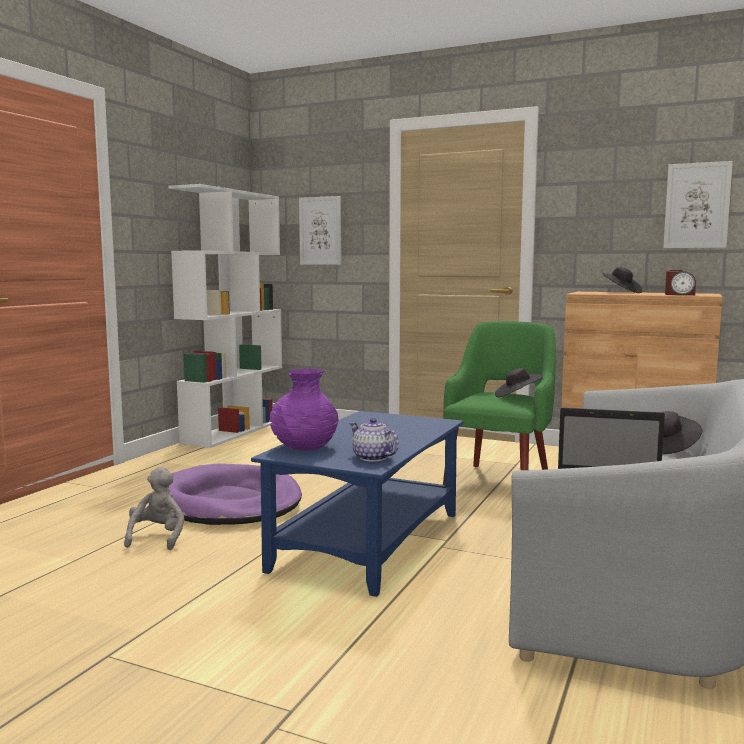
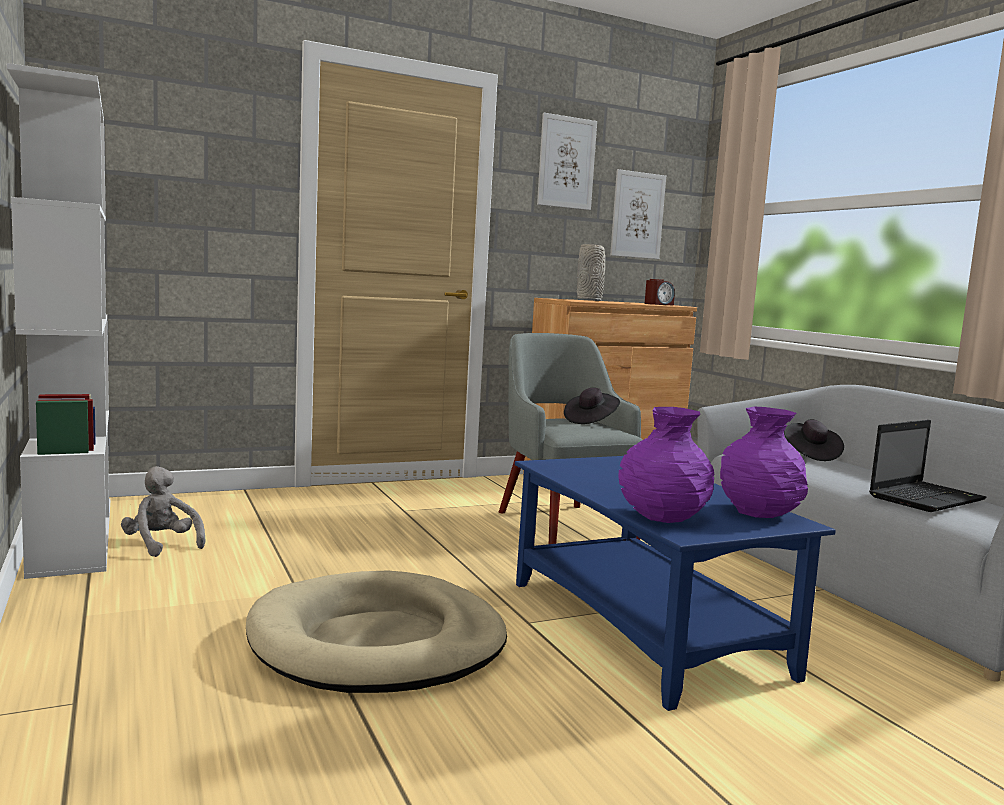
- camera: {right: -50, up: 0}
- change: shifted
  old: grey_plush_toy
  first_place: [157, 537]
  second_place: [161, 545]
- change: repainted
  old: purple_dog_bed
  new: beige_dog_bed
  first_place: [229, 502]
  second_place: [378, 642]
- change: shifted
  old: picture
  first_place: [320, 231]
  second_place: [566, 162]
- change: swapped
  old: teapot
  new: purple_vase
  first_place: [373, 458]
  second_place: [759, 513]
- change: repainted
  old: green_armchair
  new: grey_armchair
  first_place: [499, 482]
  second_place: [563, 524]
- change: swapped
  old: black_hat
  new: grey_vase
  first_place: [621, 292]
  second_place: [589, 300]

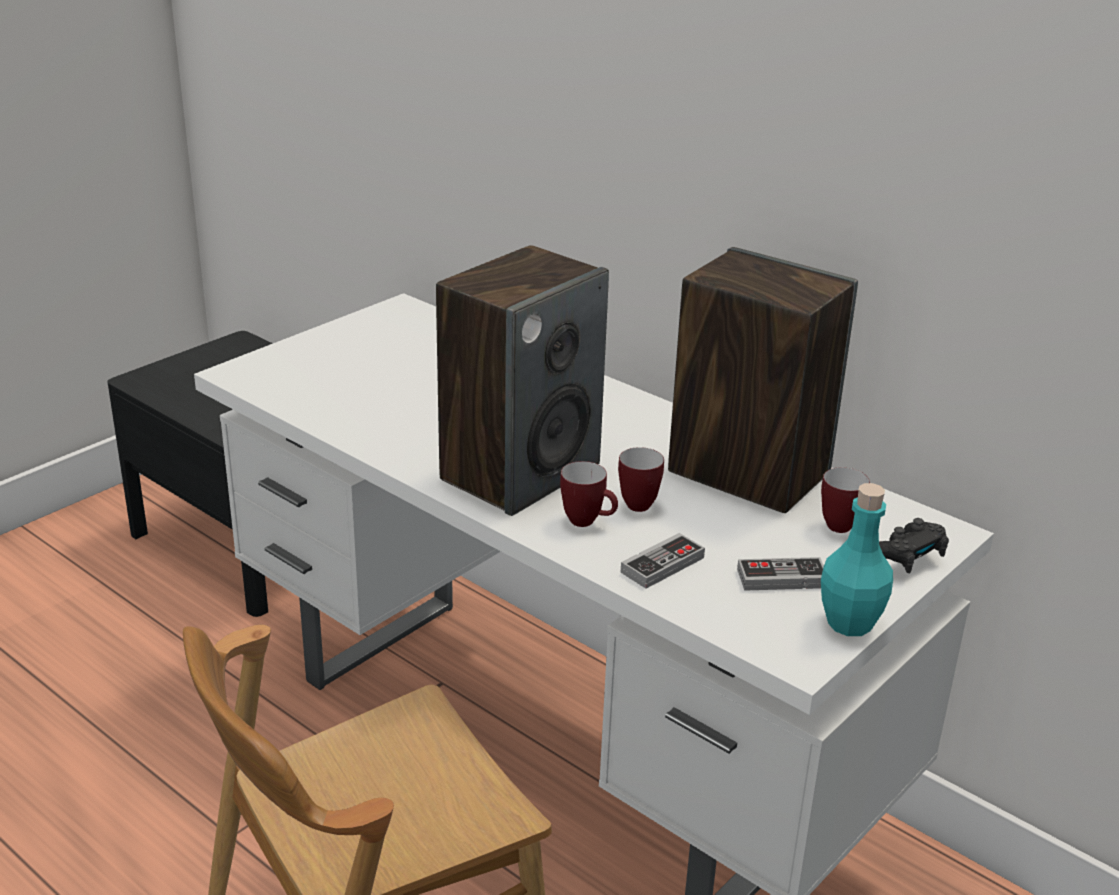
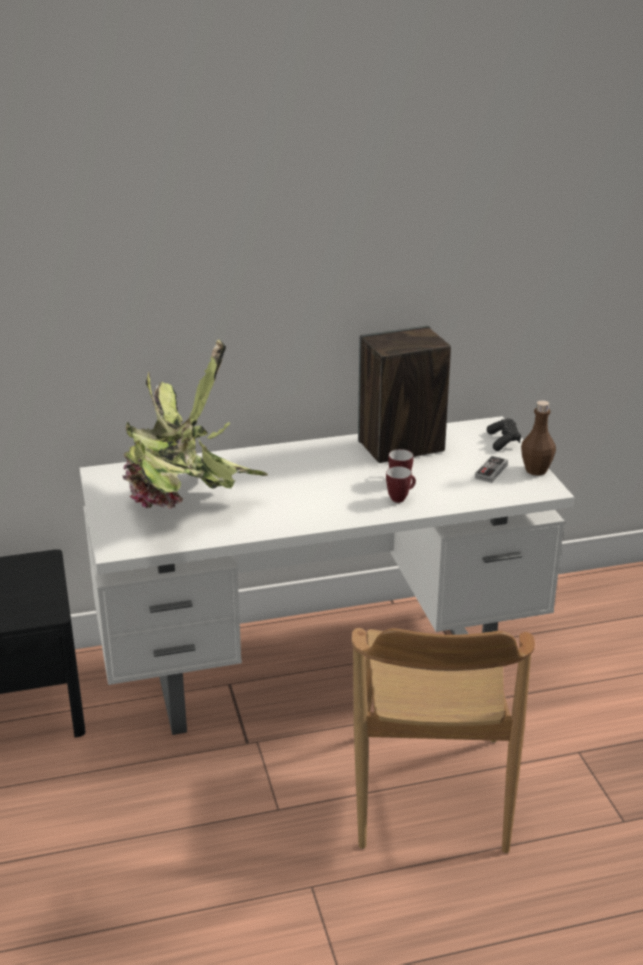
- camera: {right: -55, up: 0}
- change: gone
  old: speaker
  first_place: [520, 472]
- change: gone
  old: game_controller
  first_place: [662, 565]
- change: gone
  old: mug
  first_place: [842, 524]
- change: repainted
  old: turquoise_bottle
  new: brown_bottle
  first_place: [849, 623]
  second_place: [536, 470]
- change: new
  new: potted_plant
  second_place: [185, 507]

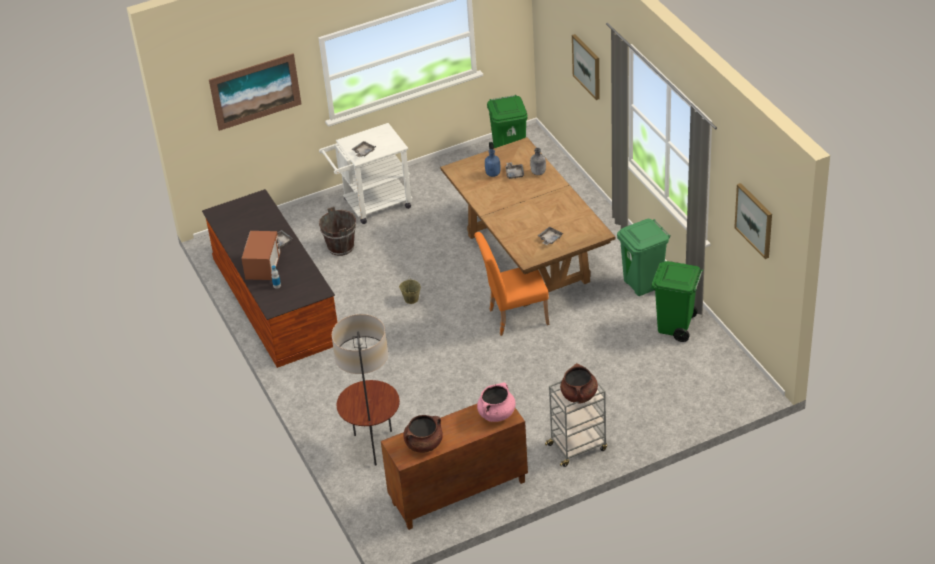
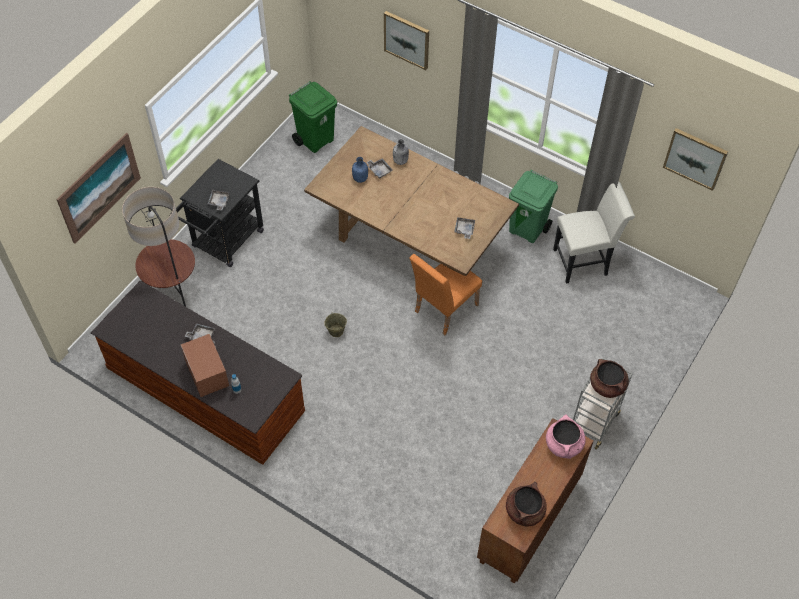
- camera: {right: -35, up: 15}
- change: repainted
  old: white_cart
  new: black_cart
  first_place: [372, 205]
  second_place: [224, 243]
- change: gone
  old: brown_bucket
  first_place: [341, 247]
- change: shifted
  old: floor_lamp
  first_place: [374, 446]
  second_place: [174, 296]
- change: swapped
  old: green_trash_can
  new: white_chair
  first_place: [675, 327]
  second_place: [584, 261]

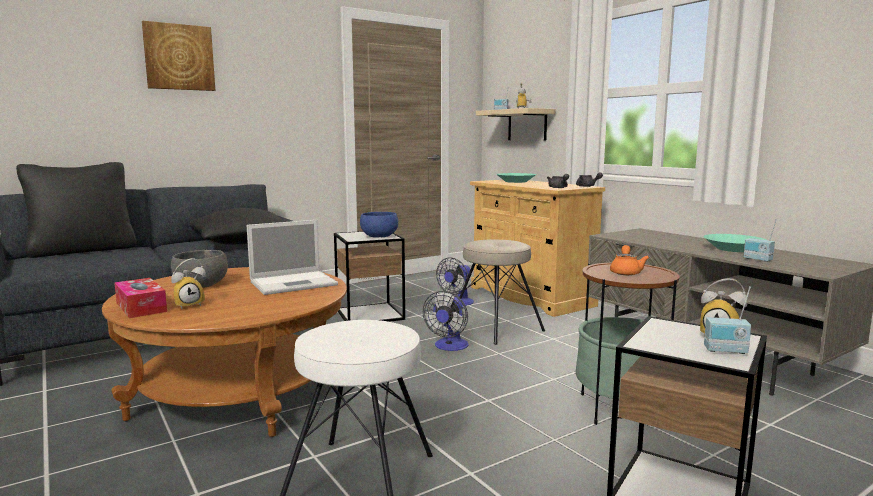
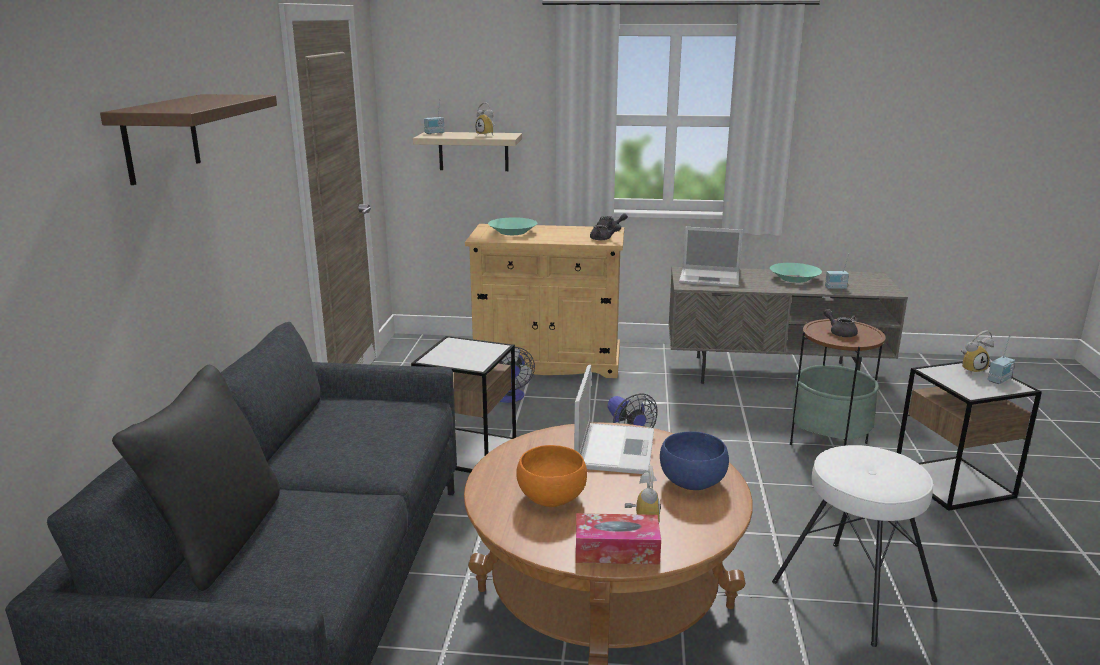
- camera: {right: -50, up: 10}
- change: swapped
  old: picture
  new: brown_shelf
  first_place: [179, 57]
  second_place: [161, 138]
- change: repainted
  old: grey_bowl
  new: orange_bowl
  first_place: [202, 285]
  second_place: [551, 497]
- change: gone
  old: black_pillow
  first_place: [242, 242]
- change: shifted
  old: blue_bowl
  first_place: [379, 236]
  second_place: [693, 481]
- change: gone
  old: beige_stool
  first_place: [495, 328]
- change: repainted
  old: orange_teapot
  new: grey_teapot
  first_place: [626, 272]
  second_place: [840, 332]
- change: new
  new: laptop
  second_place: [711, 278]

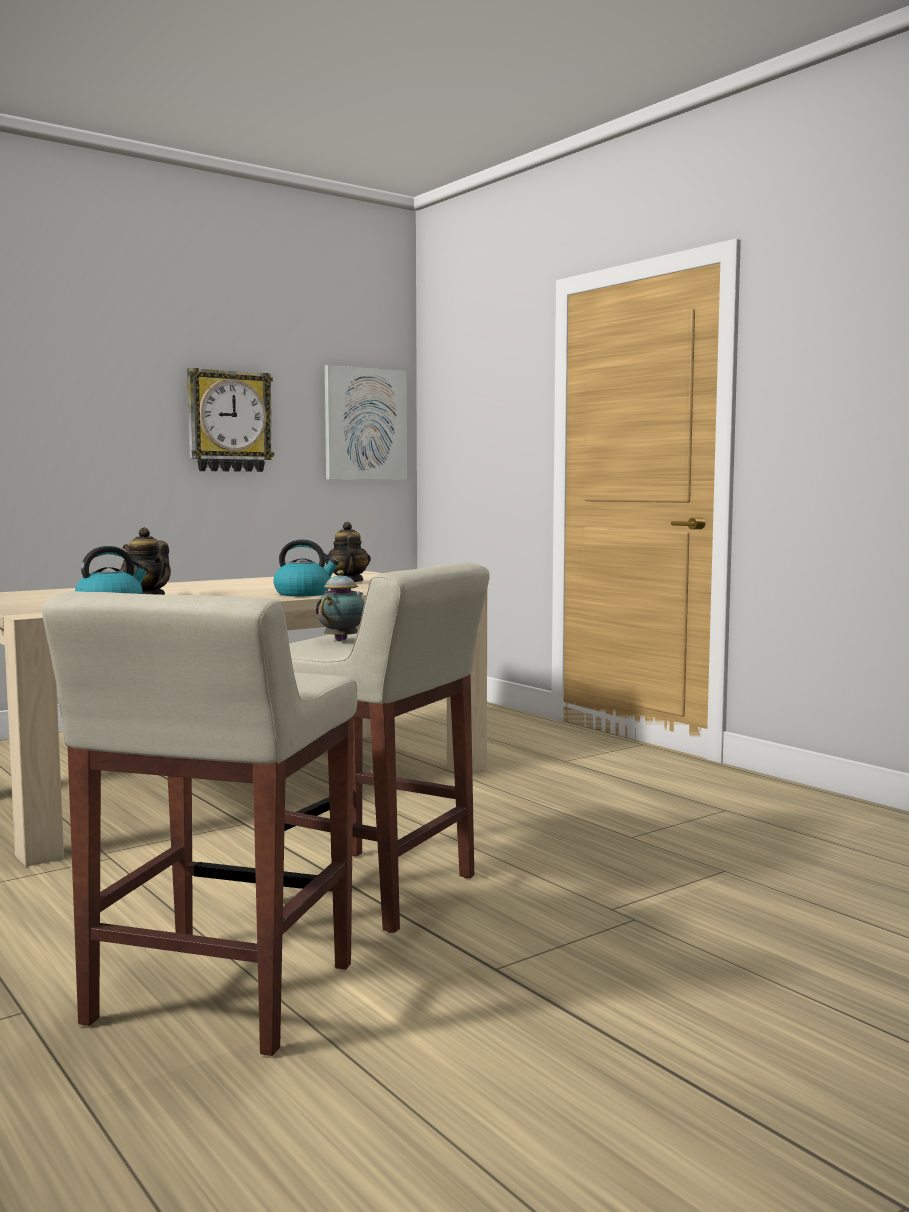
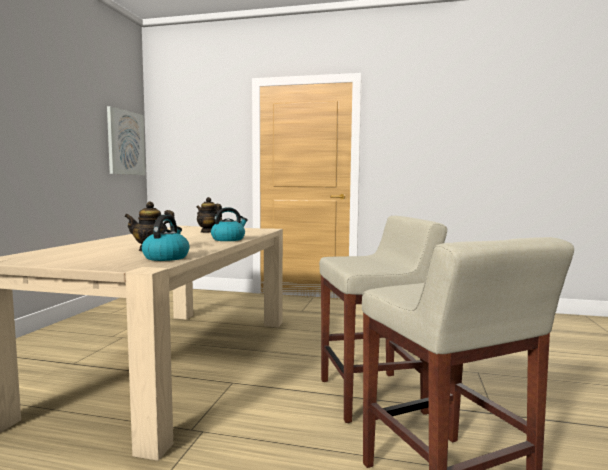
- camera: {right: -40, up: 0}
- change: gone
  old: wall_clock
  first_place: [229, 421]
- change: gone
  old: teapot
  first_place: [343, 640]

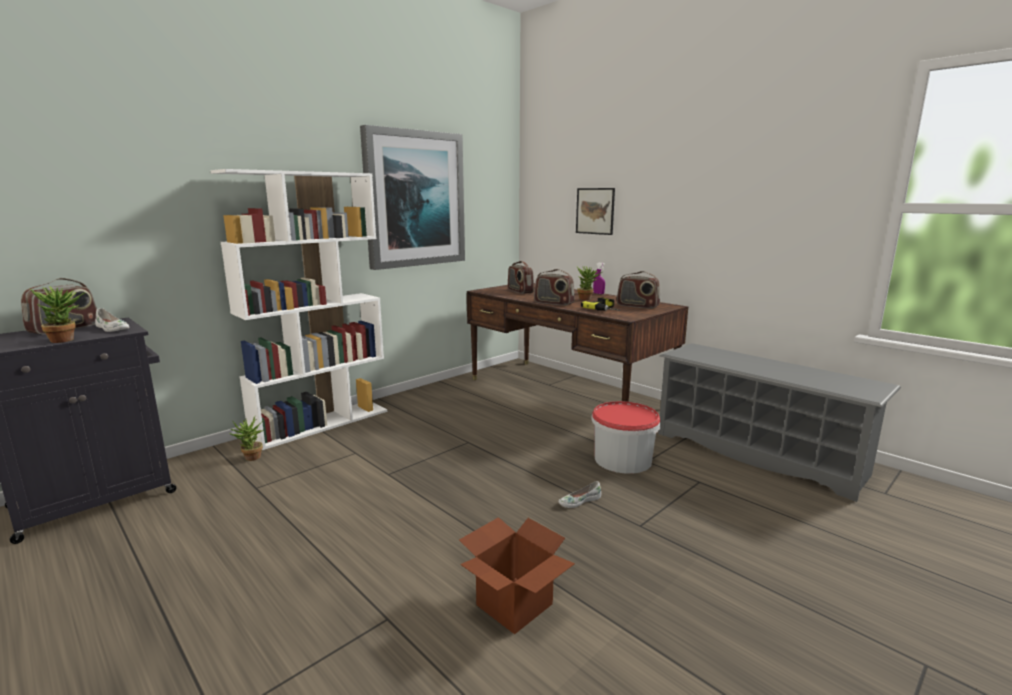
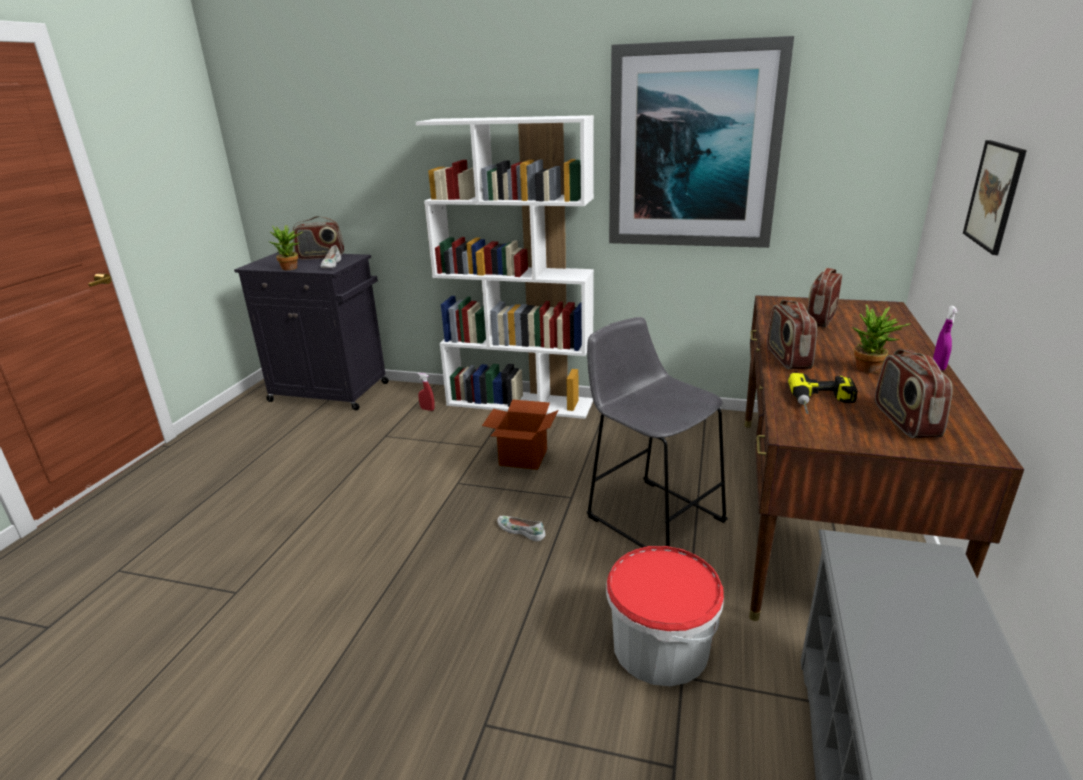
- camera: {right: 60, up: 10}
- change: swapped
  old: potted_plant
  new: red_spray_bottle
  first_place: [251, 459]
  second_place: [427, 409]
- change: shifted
  old: cardboard_box
  first_place: [514, 604]
  second_place: [523, 457]
- change: shifted
  old: white_shoe
  first_place: [579, 501]
  second_place: [521, 531]
- change: new
  new: grey_stool
  second_place: [650, 515]

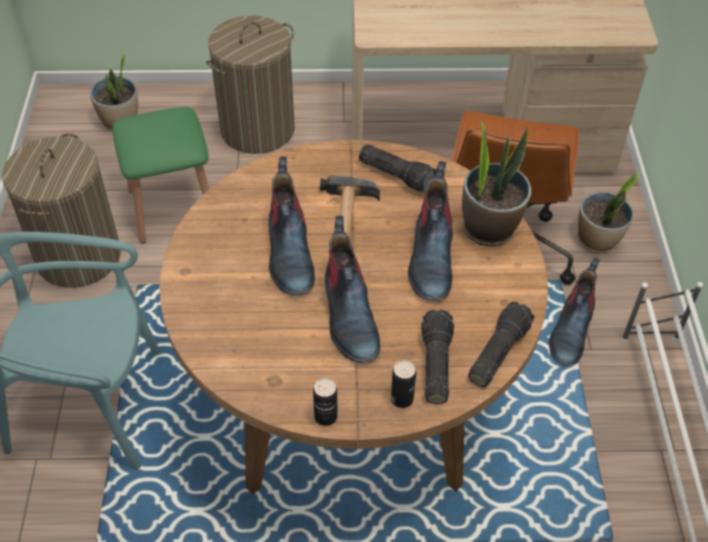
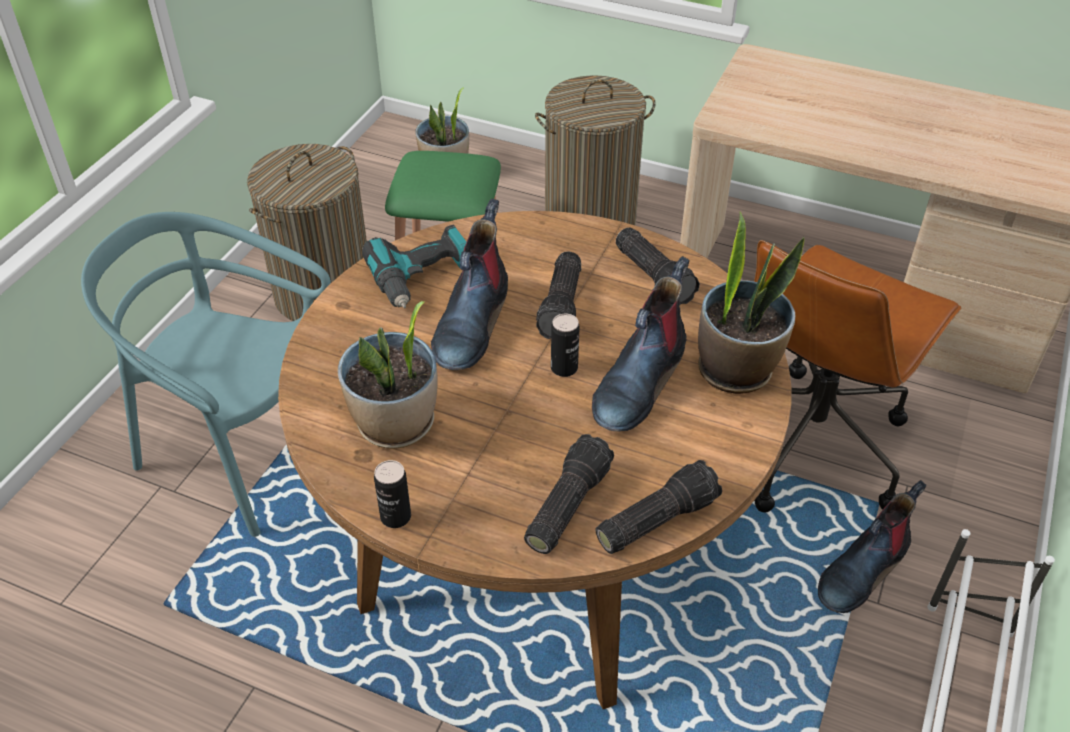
- camera: {right: 25, up: -5}
- change: swapped
  old: hammer
  new: flashlight
  first_place: [347, 219]
  second_place: [563, 306]
- change: gone
  old: boot
  first_place: [349, 316]
- change: shifted
  old: can
  first_place: [402, 399]
  second_place: [564, 368]
- change: shifted
  old: potted_plant
  first_place: [598, 240]
  second_place: [396, 425]
- change: new
  new: power_drill
  second_place: [421, 278]

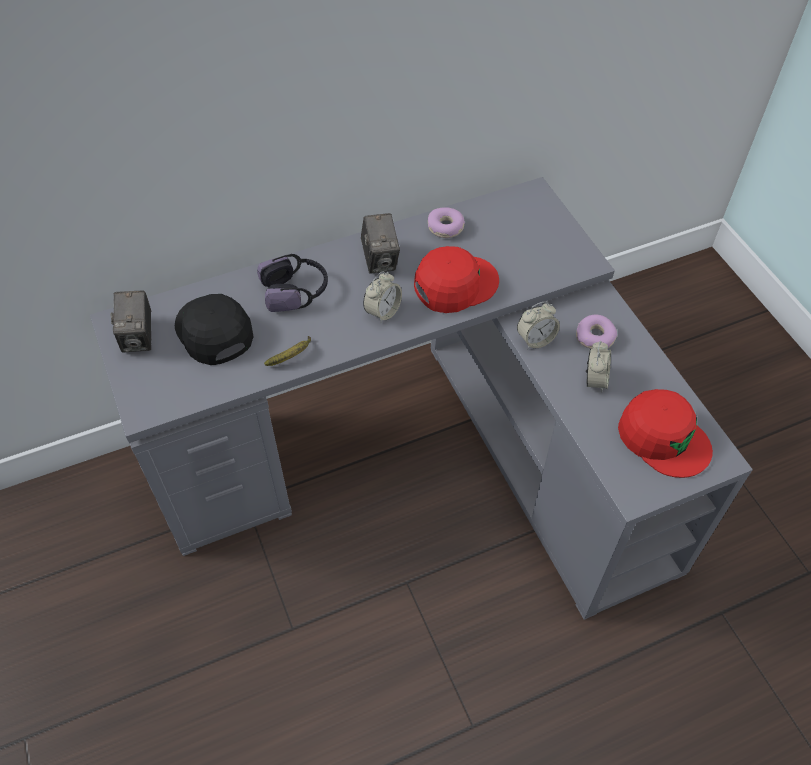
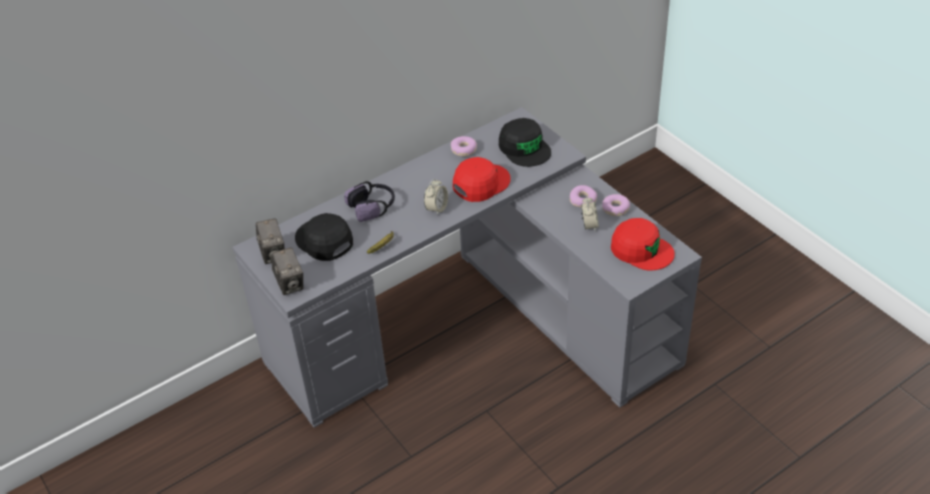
- camera: {right: -10, up: -10}
- change: shifted
  old: photo_camera
  first_place: [380, 260]
  second_place: [290, 283]
- change: gone
  old: alarm_clock
  first_place: [535, 339]
- change: new
  new: black_cap
  second_place: [524, 148]
- change: new
  new: donut
  second_place: [615, 209]

